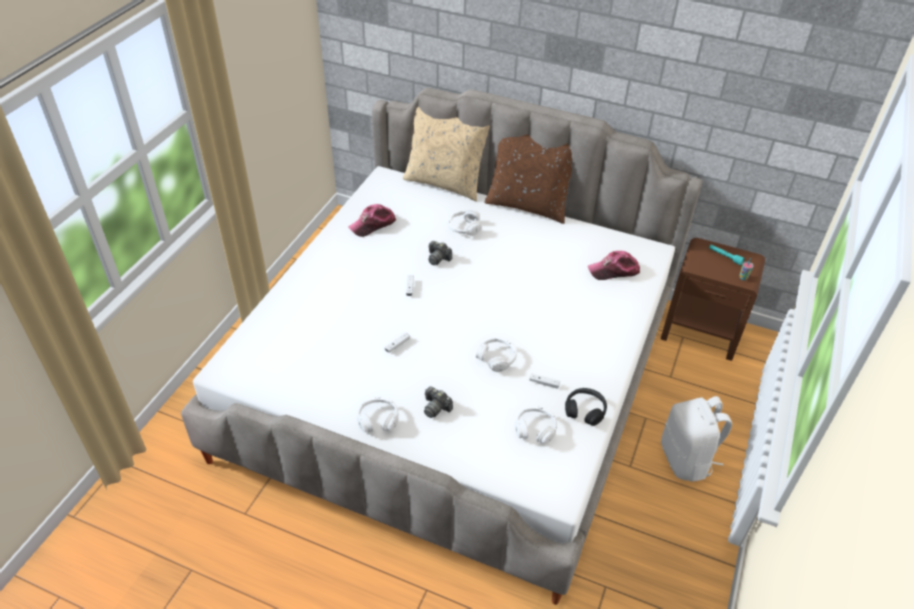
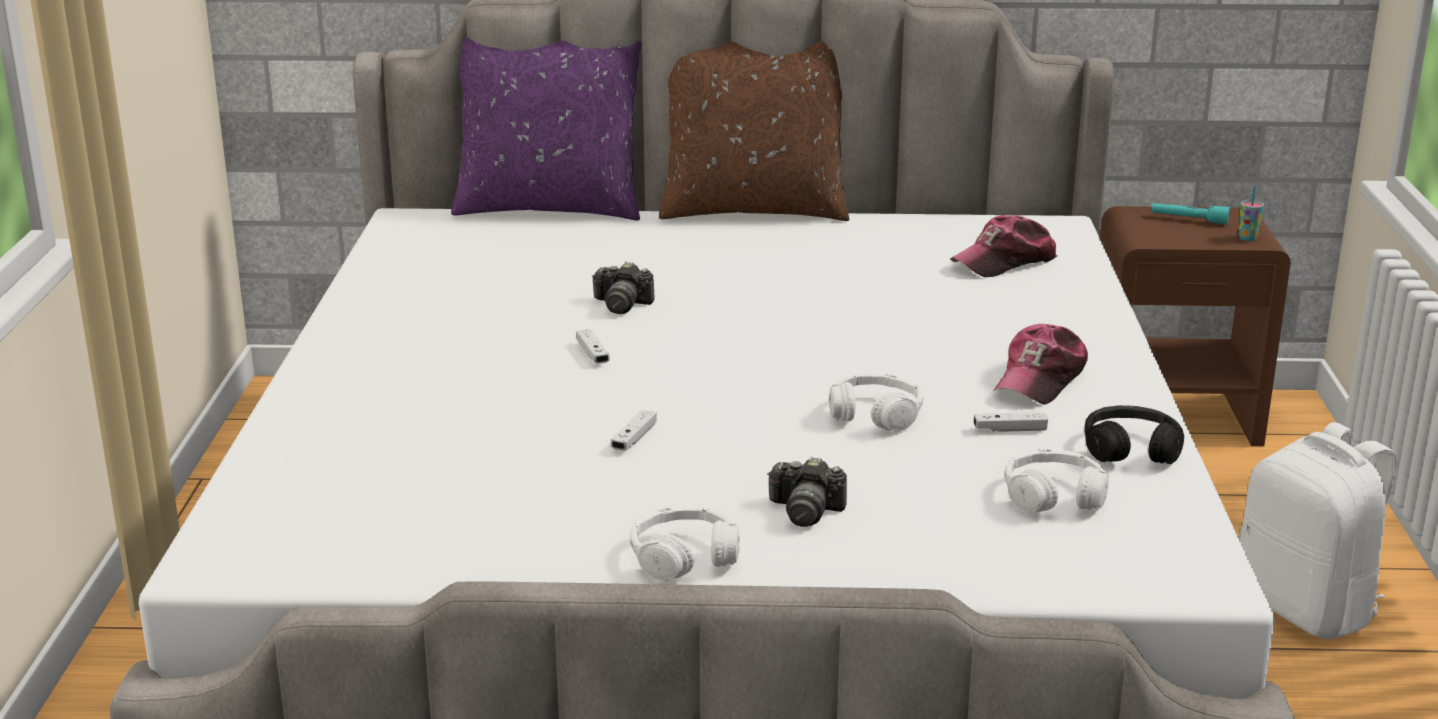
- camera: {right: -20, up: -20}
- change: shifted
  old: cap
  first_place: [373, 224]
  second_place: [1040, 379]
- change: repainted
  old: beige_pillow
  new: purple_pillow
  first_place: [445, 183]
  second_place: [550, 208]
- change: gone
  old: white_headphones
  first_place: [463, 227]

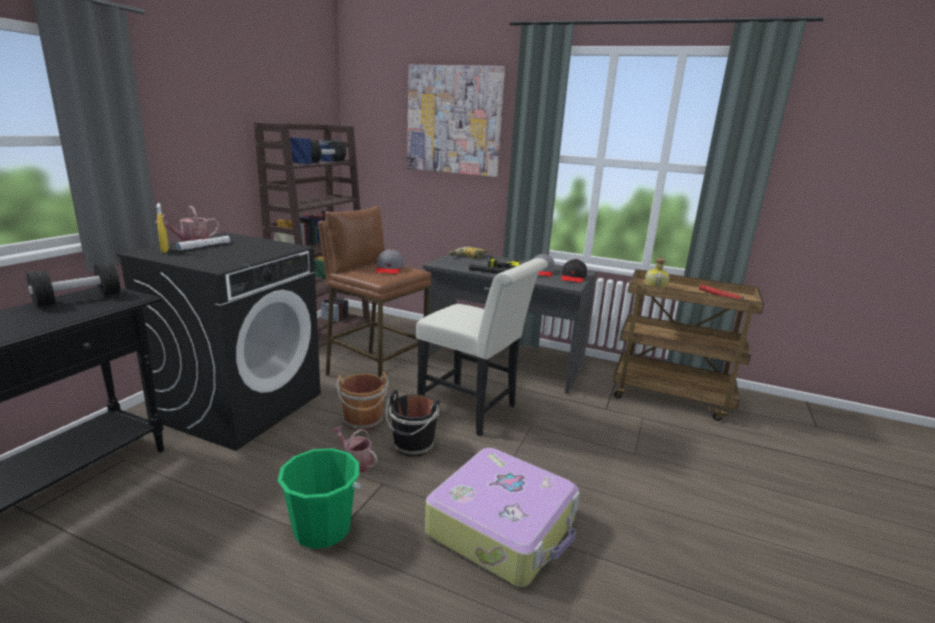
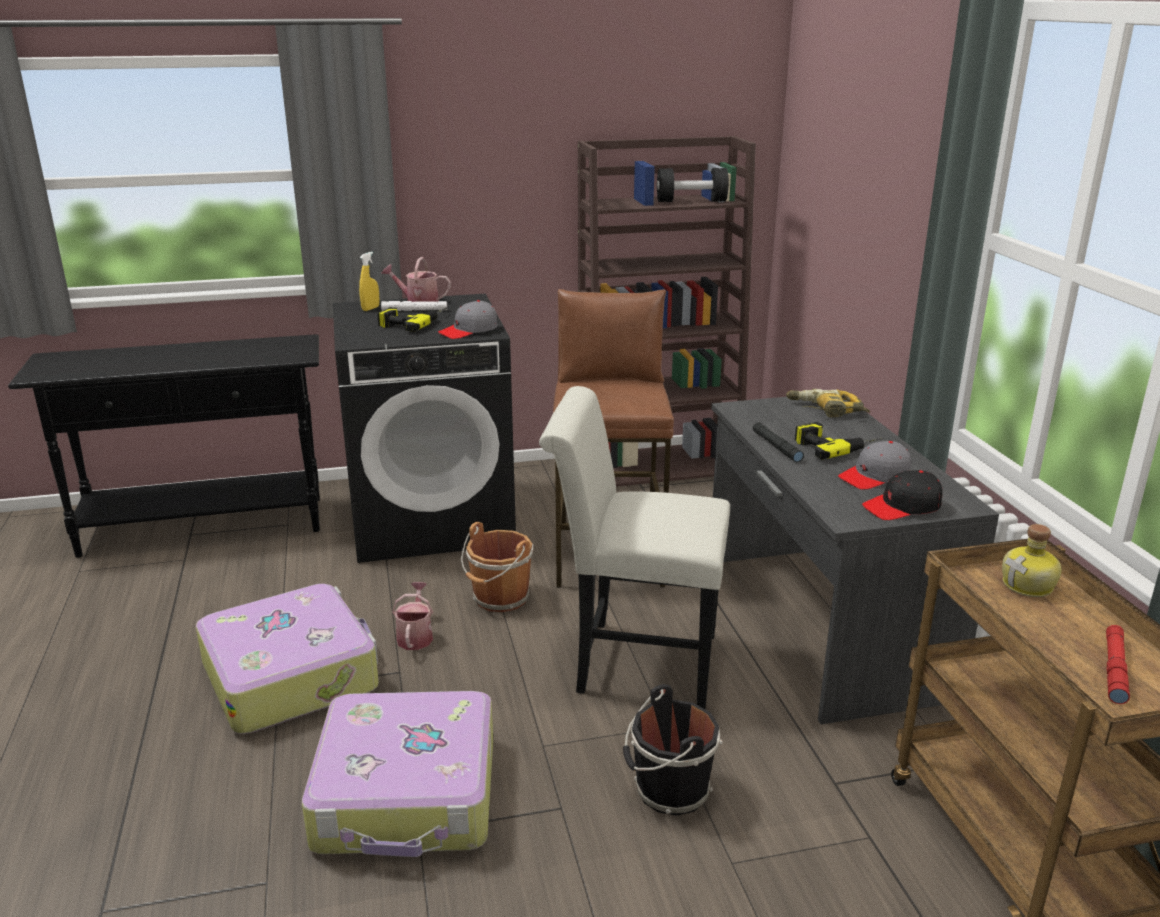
- camera: {right: 55, up: 5}
- change: gone
  old: black_dumbbell
  first_place: [78, 299]
- change: swapped
  old: green_bucket
  new: suitcase
  first_place: [322, 529]
  second_place: [292, 675]
- change: shifted
  old: grey_cap
  first_place: [389, 269]
  second_place: [469, 330]
- change: shifted
  old: black_bucket
  first_place: [412, 446]
  second_place: [669, 791]
- change: gone
  old: picture
  first_place: [454, 120]
- change: rotated
  old: white_chair
  first_place: [473, 411]
  second_place: [634, 662]
  degrees: 105
- change: new
  new: power_drill
  second_place: [413, 321]

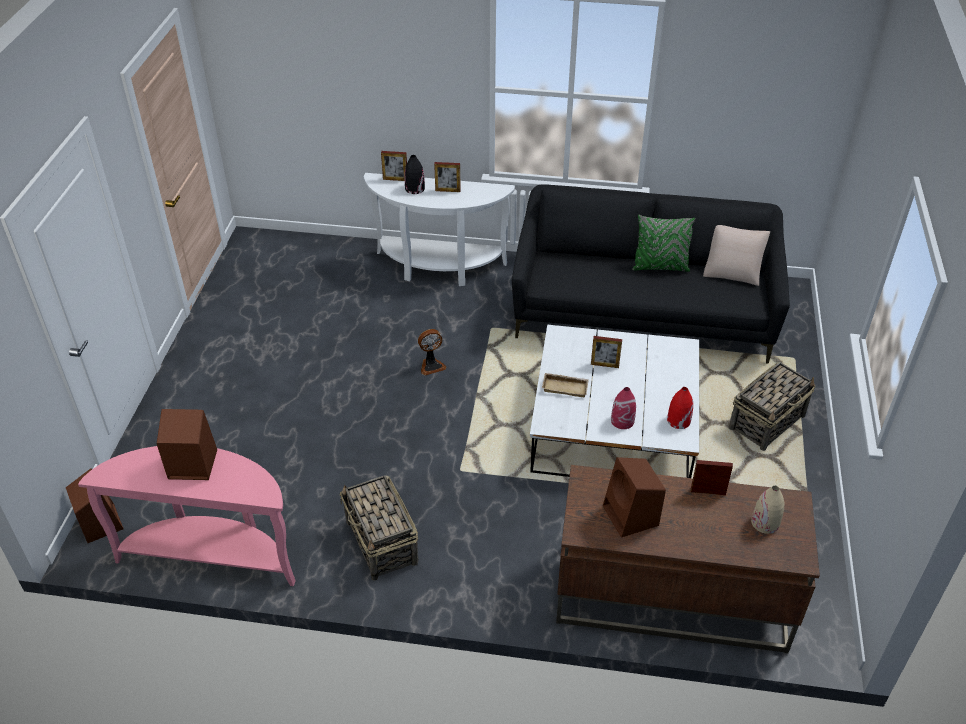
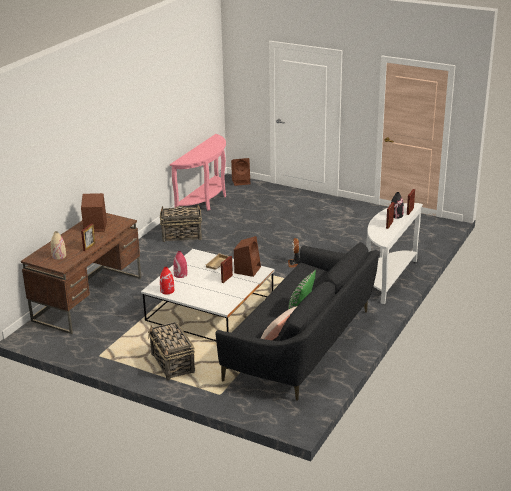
- camera: {right: 110, up: -15}
- change: shifted
  old: brown_speaker
  first_place: [191, 464]
  second_place: [247, 269]

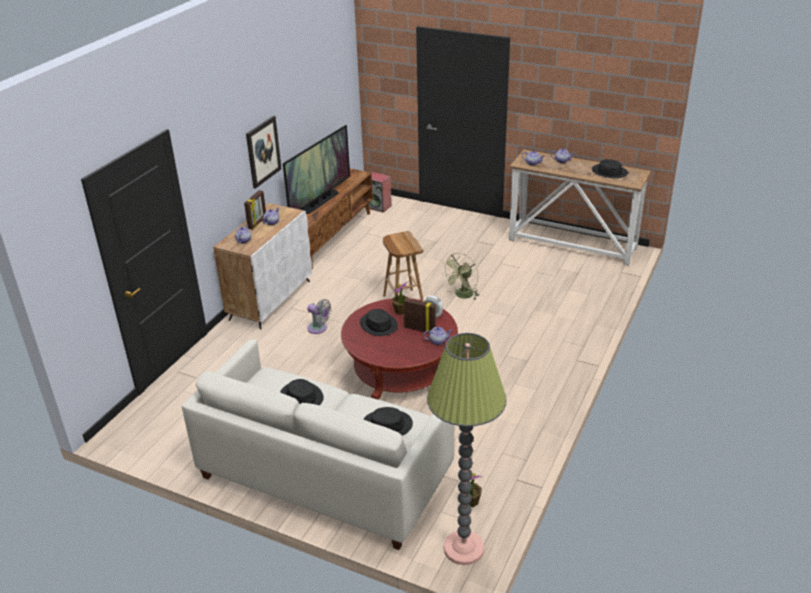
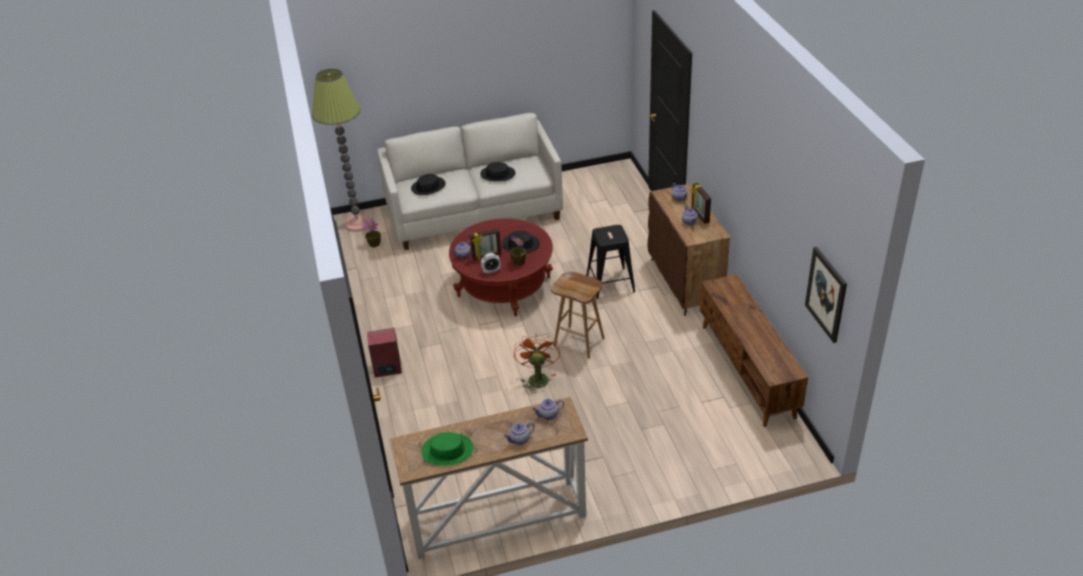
- camera: {right: 140, up: 5}
- change: repainted
  old: white_cabinet
  new: brown_cabinet
  first_place: [270, 299]
  second_place: [685, 283]
- change: shifted
  old: picture
  first_place: [263, 151]
  second_place: [826, 294]
- change: gone
  old: television
  first_place: [320, 202]
- change: swapped
  old: grey_fan
  new: black_stool
  first_place: [319, 328]
  second_place: [610, 283]
- change: shifted
  old: speaker
  first_place: [379, 206]
  second_place: [387, 368]
- change: repainted
  old: green_fan
  new: orange_fan
  first_place: [462, 296]
  second_place: [537, 377]
- change: repainted
  old: black_hat
  new: green_hat
  first_place: [609, 172]
  second_place: [447, 450]

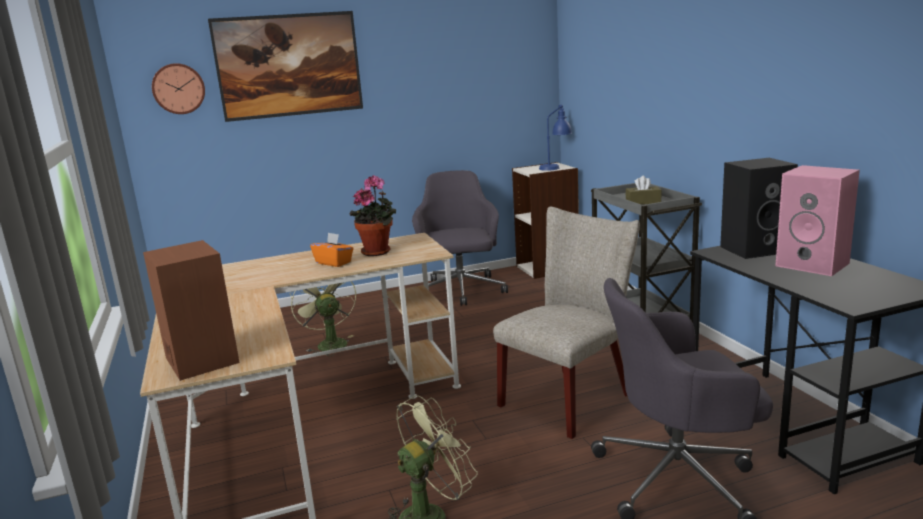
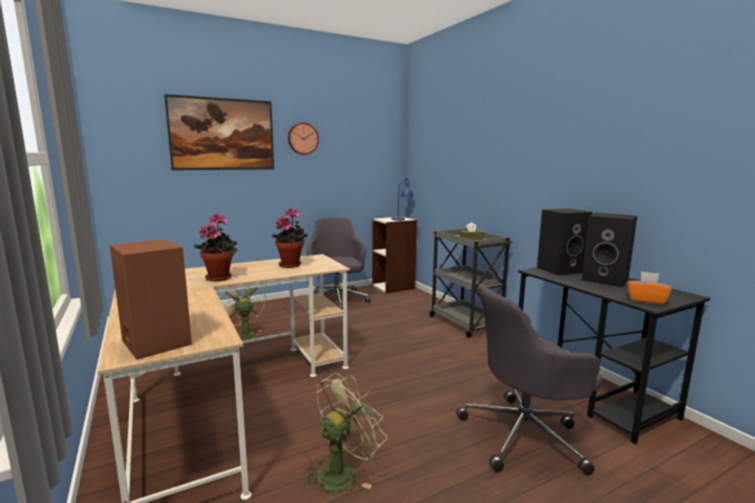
- camera: {right: -10, up: -5}
- change: shifted
  old: wall_clock
  first_place: [178, 88]
  second_place: [302, 138]
- change: shifted
  old: orange_tissue_box
  first_place: [334, 262]
  second_place: [646, 300]
- change: gone
  old: beige_chair
  first_place: [571, 397]
- change: repainted
  old: pink_speaker
  new: black_speaker
  first_place: [814, 264]
  second_place: [606, 280]
- change: new
  new: potted_plant
  second_place: [220, 277]

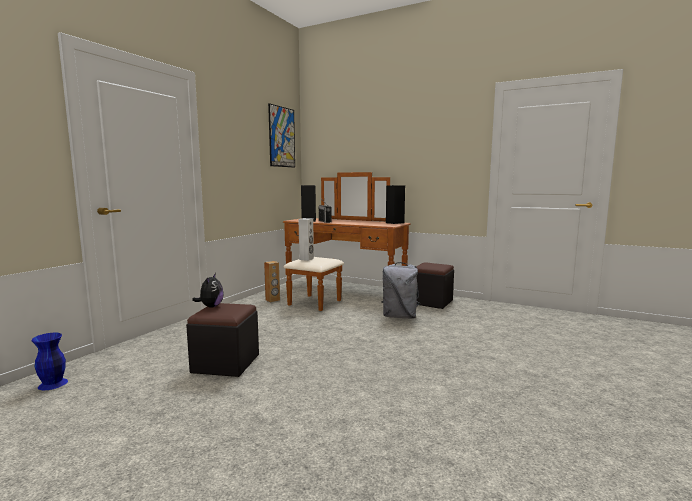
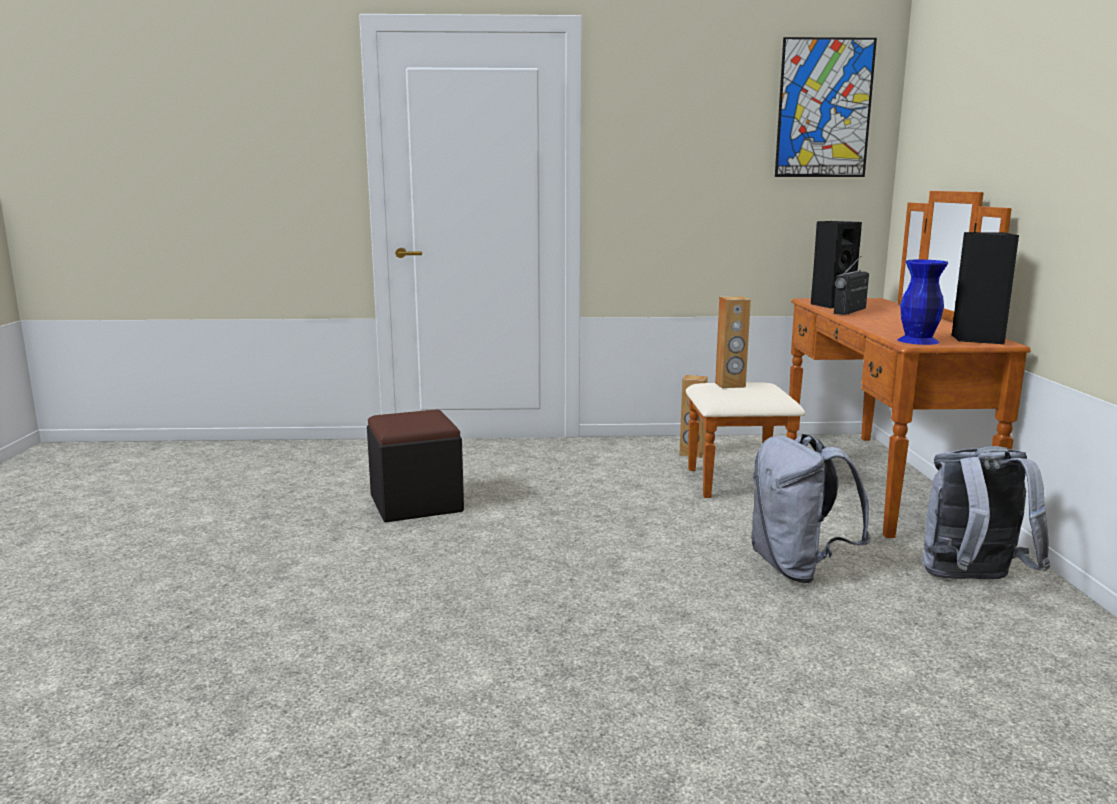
- camera: {right: 60, up: 5}
- change: shifted
  old: blue_vase
  first_place: [52, 384]
  second_place: [917, 341]
- change: gone
  old: plush_toy
  first_place: [211, 306]
- change: repainted
  old: white_speaker
  new: brown_speaker
  first_place: [306, 259]
  second_place: [730, 385]
- change: swapped
  old: black_ottoman
  new: grey_backpack
  first_place: [431, 302]
  second_place: [971, 582]

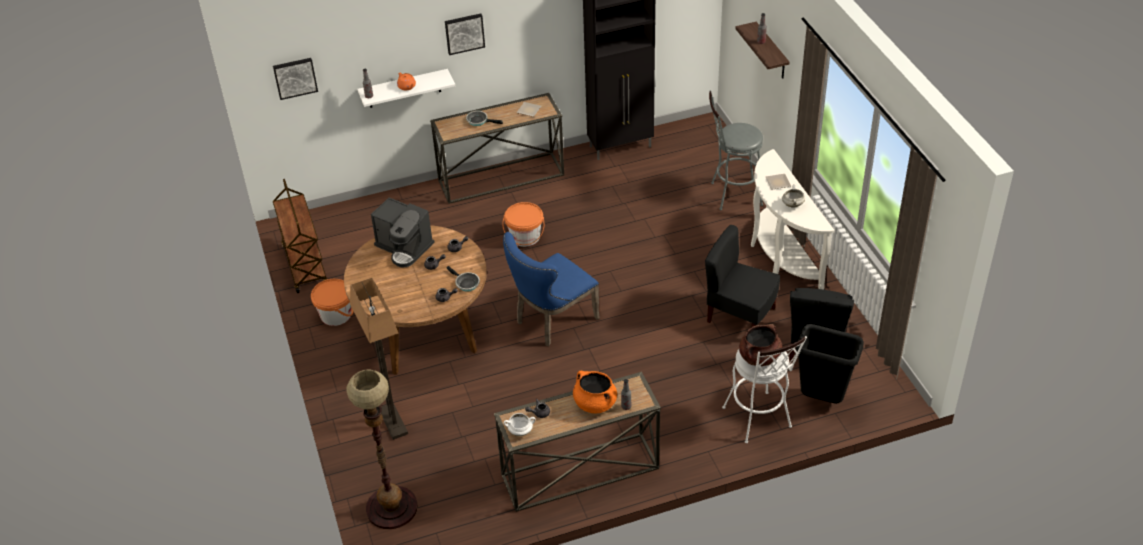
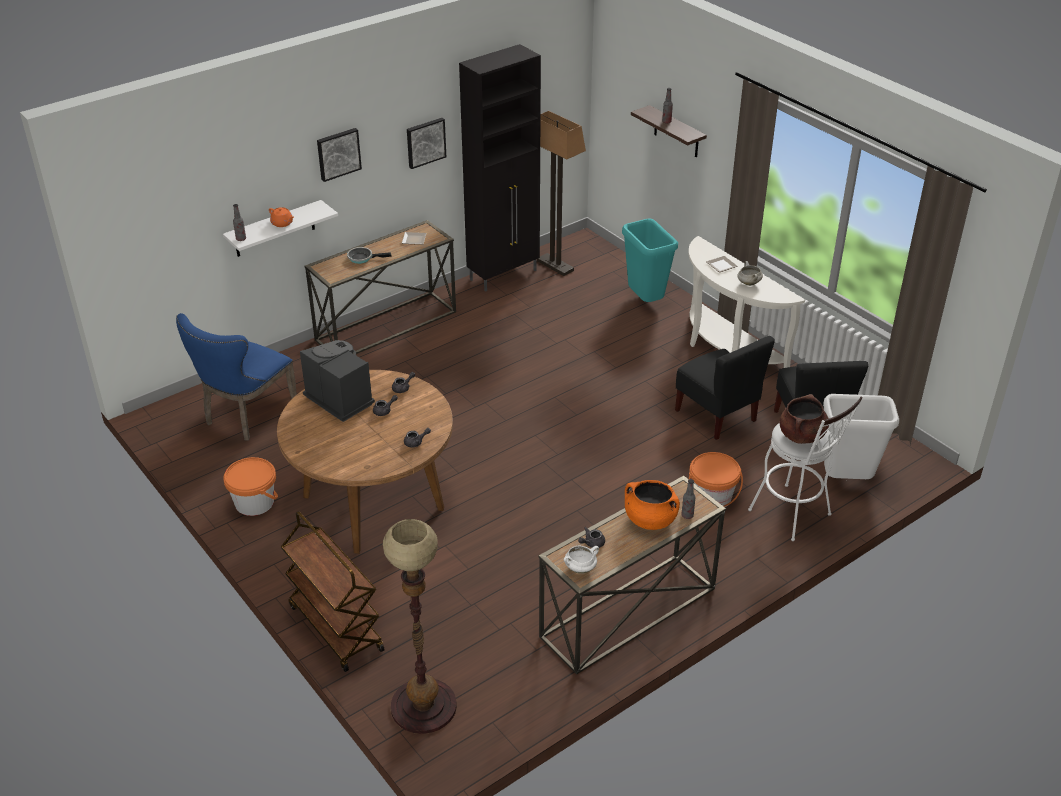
- camera: {right: -20, up: -5}
- change: shifted
  old: picture
  first_place: [295, 77]
  second_place: [425, 142]
- change: shifted
  old: brown_cart
  first_place: [304, 265]
  second_place: [335, 628]
- change: shifted
  old: floor_lamp
  first_place: [392, 422]
  second_place: [554, 265]
- change: rotated
  old: coffee_machine
  first_place: [404, 248]
  second_place: [340, 399]
  degrees: -150
- change: gone
  old: frying_pan
  first_place: [466, 283]
- change: shifted
  old: orange_bucket
  first_place: [525, 237]
  second_place: [712, 497]
- change: shifted
  old: blue_chair
  first_place: [552, 321]
  second_place: [246, 416]
- change: rotated
  old: black_chair
  first_place: [740, 316]
  second_place: [717, 415]
  degrees: -135
- change: swapped
  old: grey_stool
  new: turquoise_trash_can
  first_place: [731, 194]
  second_place: [644, 301]
- change: repainted
  old: black_trash_can
  new: white_trash_can
  first_place: [821, 400]
  second_place: [846, 481]

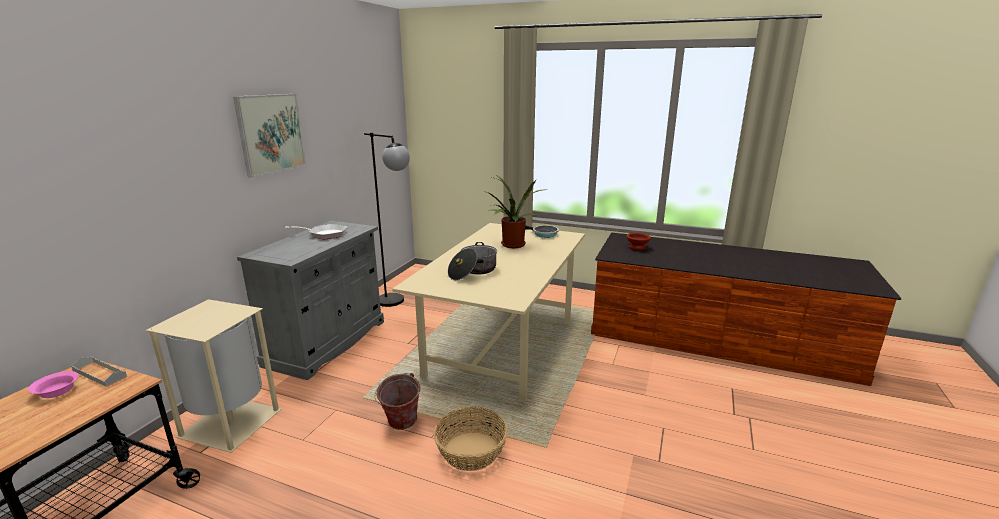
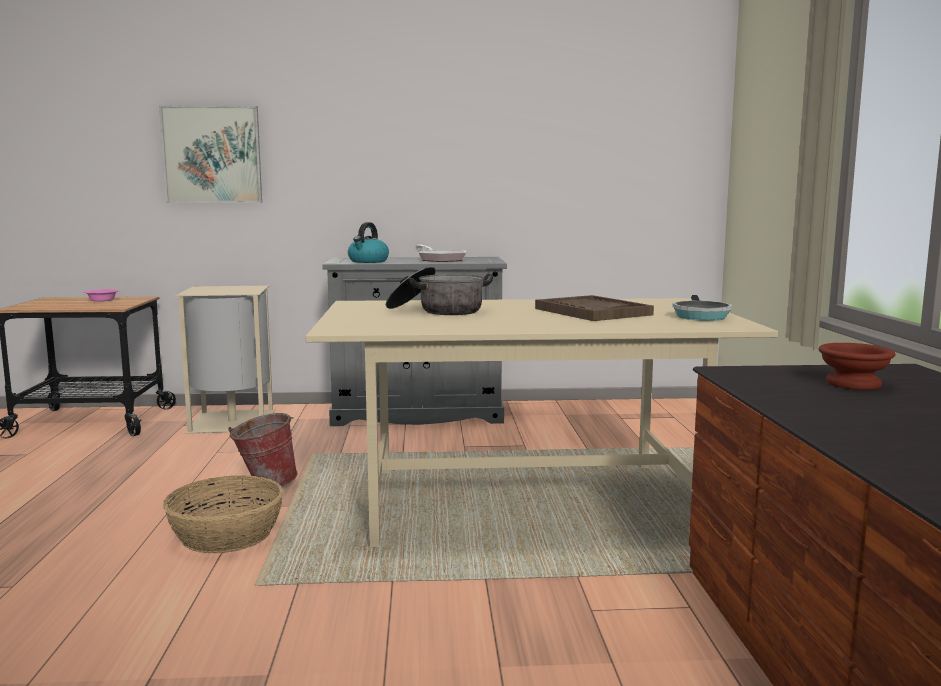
- camera: {right: 65, up: -10}
- change: gone
  old: grey_tray
  first_place: [99, 373]
- change: shifted
  old: picture
  first_place: [271, 133]
  second_place: [212, 155]
- change: gone
  old: black_floor_lamp
  first_place: [397, 303]
- change: swapped
  old: potted_plant
  new: brown_tray
  first_place: [512, 245]
  second_place: [592, 312]
- change: new
  new: kettle
  second_place: [368, 261]

